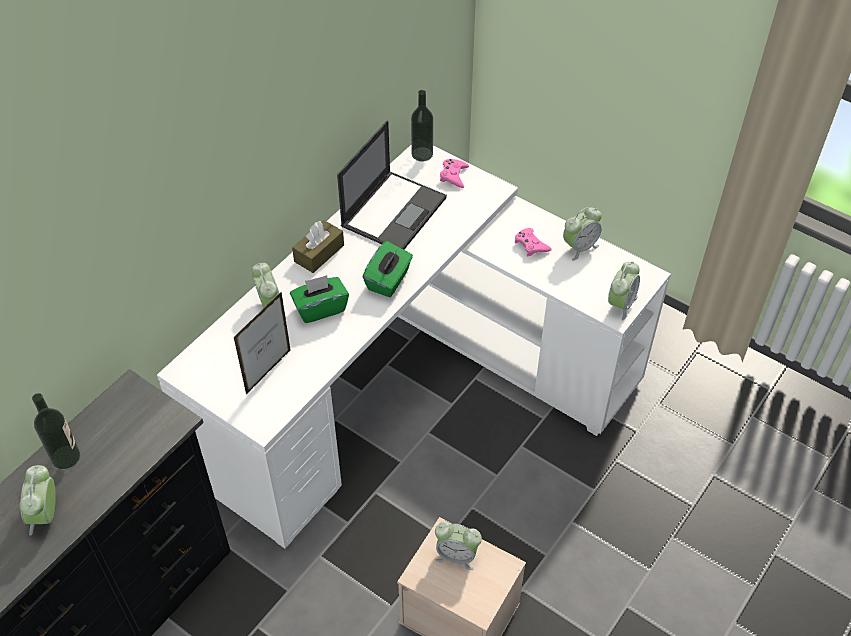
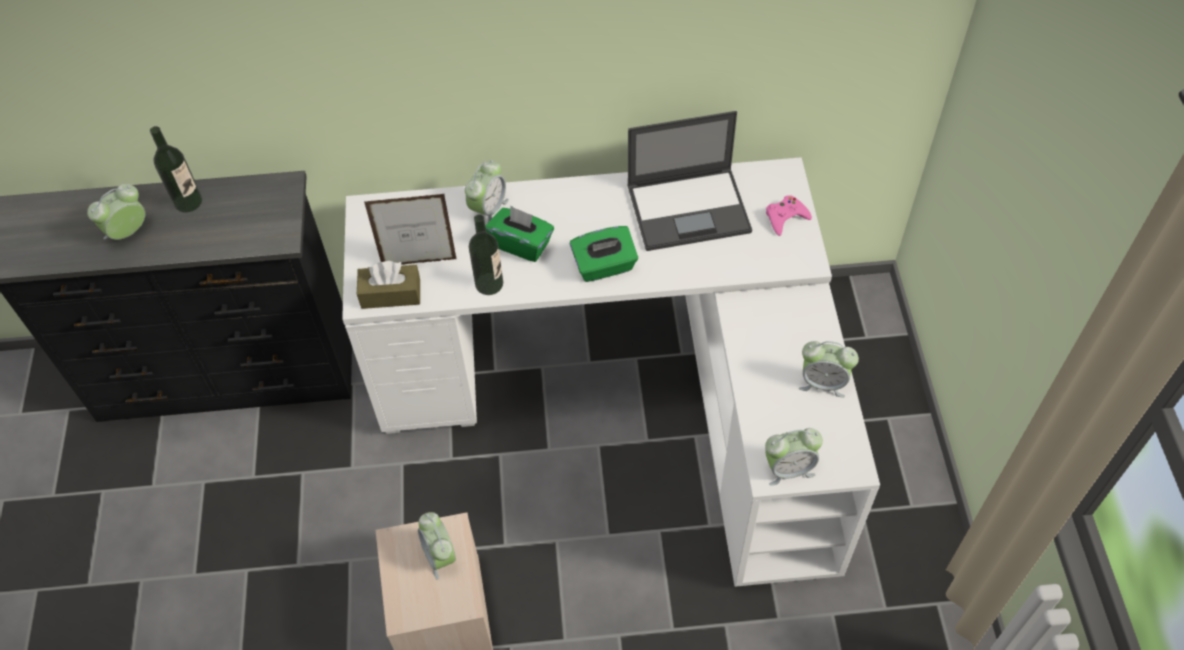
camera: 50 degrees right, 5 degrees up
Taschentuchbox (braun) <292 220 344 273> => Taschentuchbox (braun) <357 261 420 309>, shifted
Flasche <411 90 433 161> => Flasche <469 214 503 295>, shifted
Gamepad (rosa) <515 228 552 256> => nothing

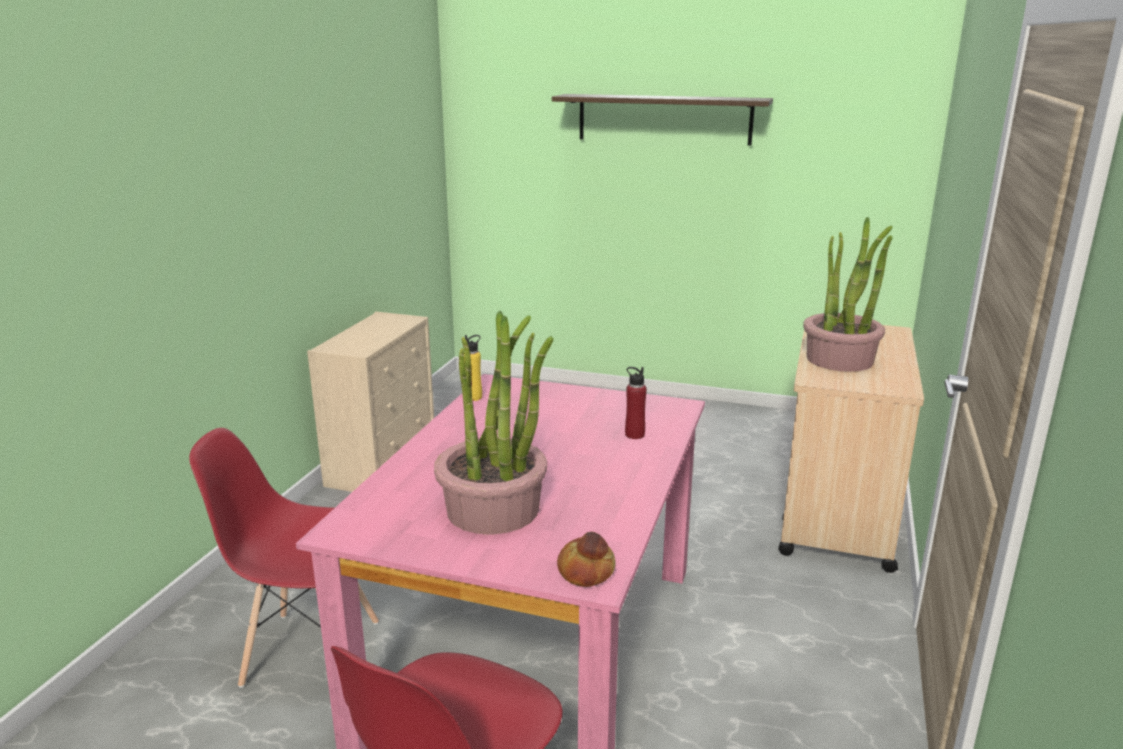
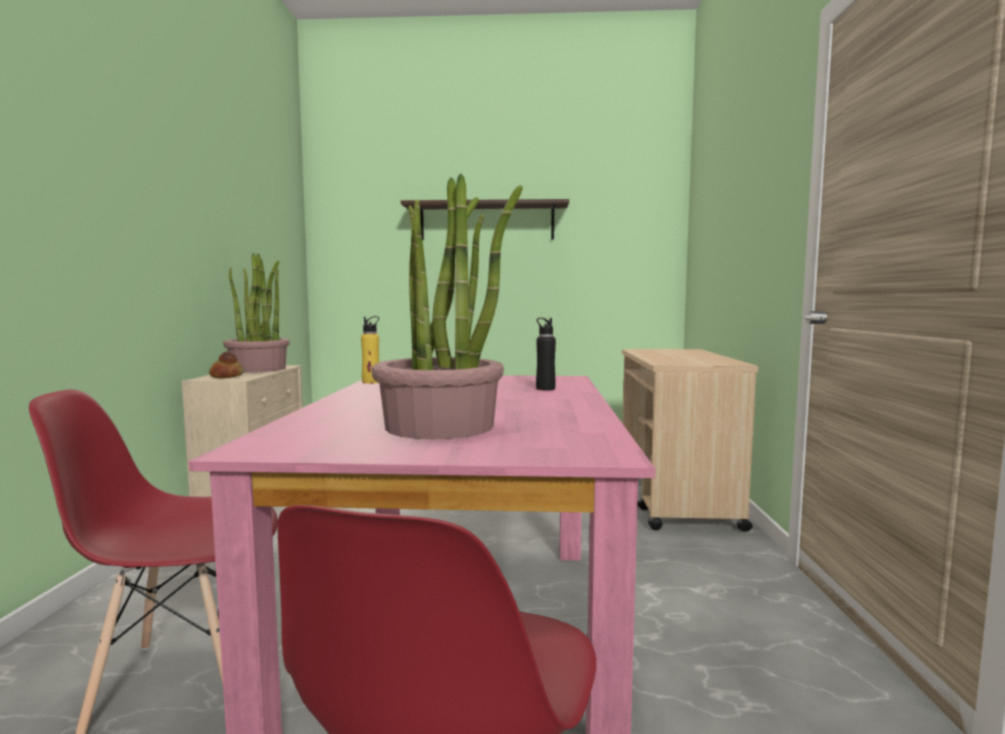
camera: 15 degrees left, 15 degrees down
Brot <557 532 616 587> => Brot <209 352 244 378>, shifted
Topfpflanze <803 217 893 372> => Topfpflanze <223 253 290 373>, shifted
Flasche (rot) <625 367 647 439> => Flasche (schwarz) <536 318 556 391>

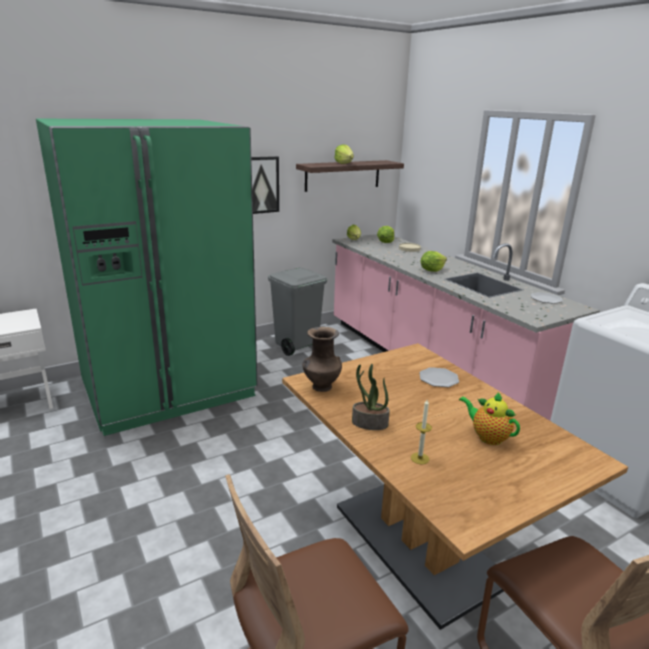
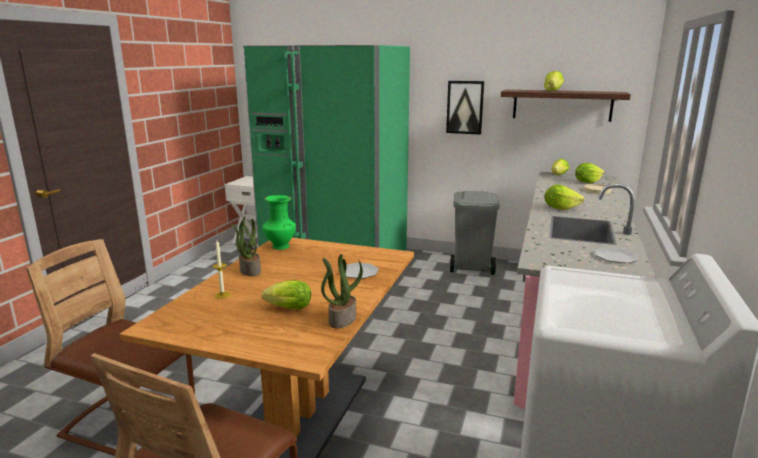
camera: 50 degrees right, 5 degrees down
Vase (braun) <303 327 342 392> => Vase (grün) <262 195 296 250>
Teekanne <459 392 520 445> => Salatkopf <262 280 311 309>
nothing => Topfpflanze <321 254 363 329>

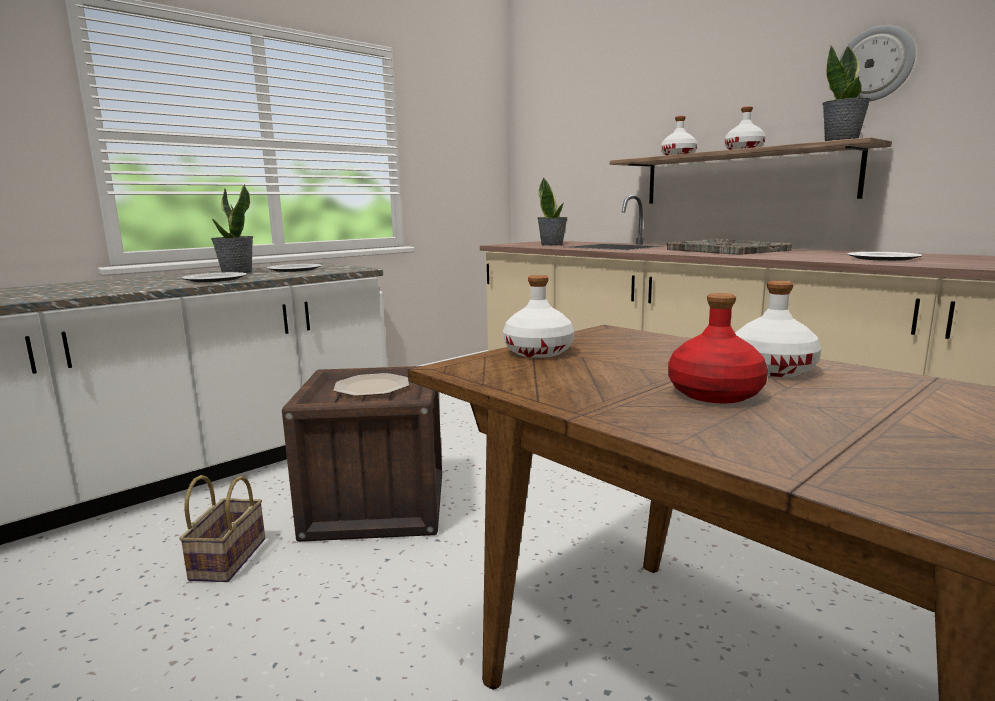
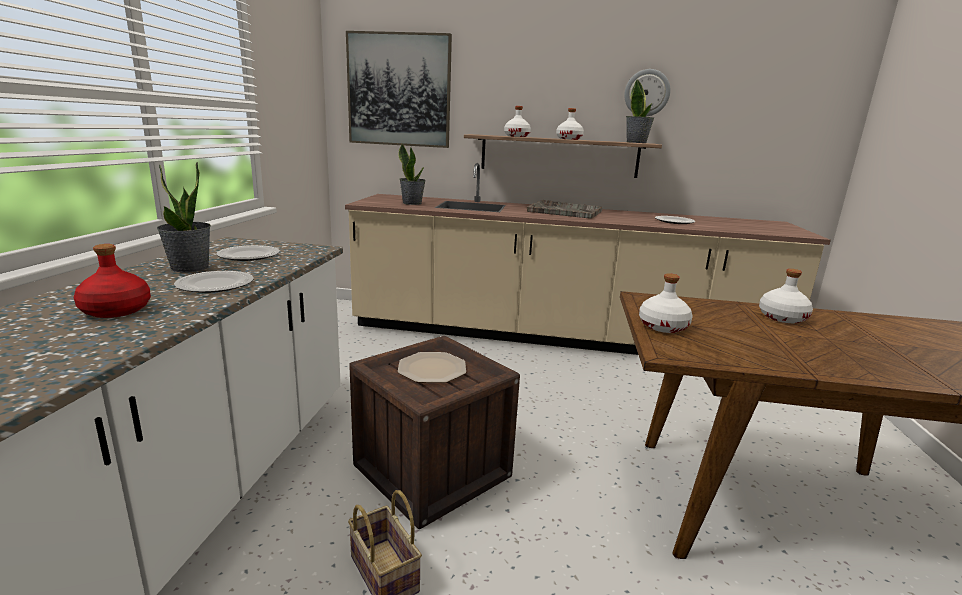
camera: 40 degrees left, 5 degrees up
Flasche (rot) <668 293 768 403> => Flasche (rot) <74 244 151 318>, shifted
nothing => Bild <346 31 452 148>

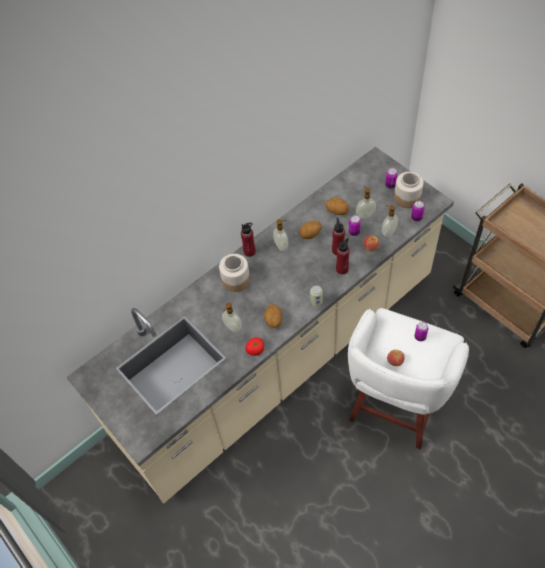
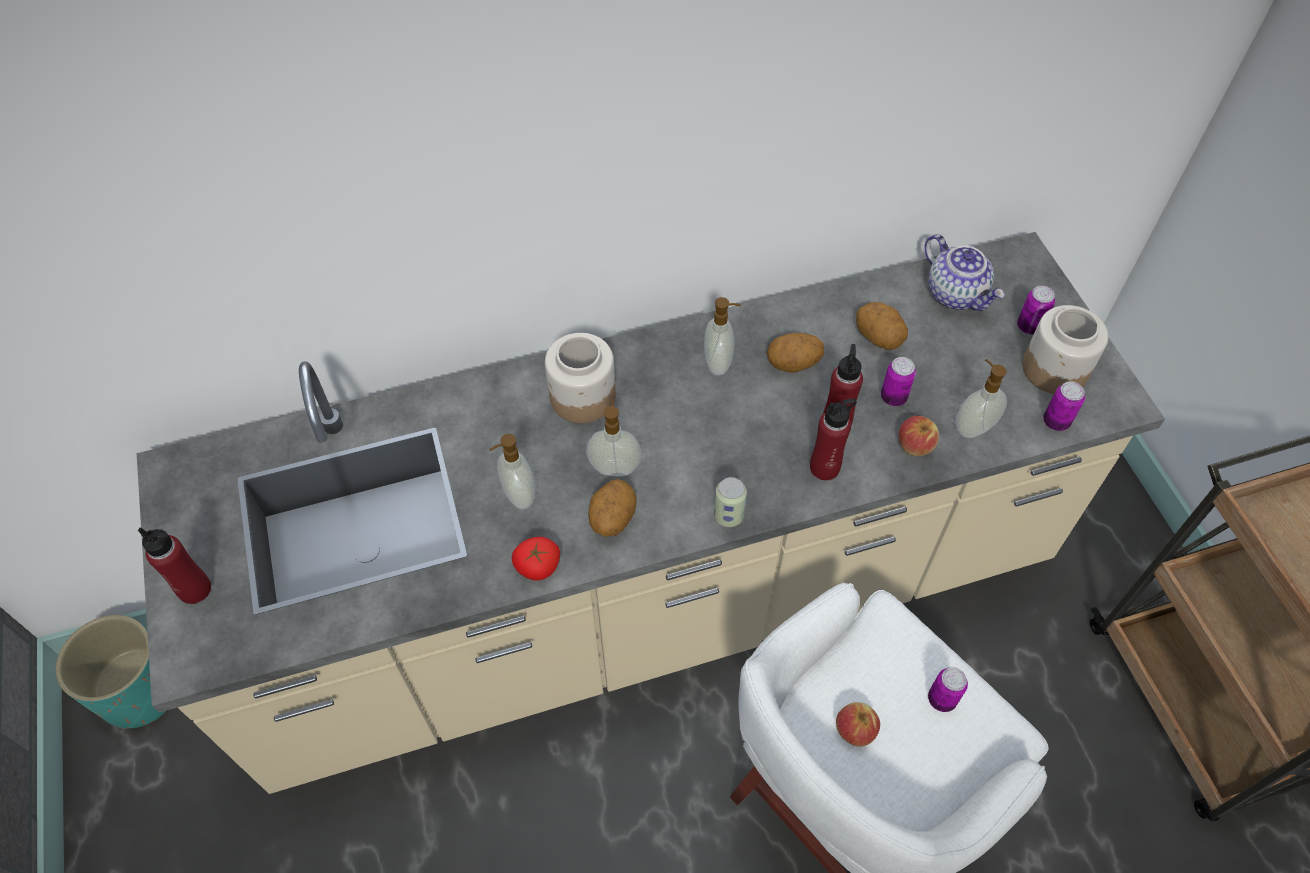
camera: 20 degrees right, 0 degrees up
nothing => Pflanzkübel (türkis) <56 615 166 729>
Flasche (rot) <241 223 256 257> => Flasche (rot) <138 528 211 604>, shifted
Seifenspender <356 186 376 219> => Seifenspender <586 398 642 476>, shifted
nothing => Teekanne <924 234 1005 311>

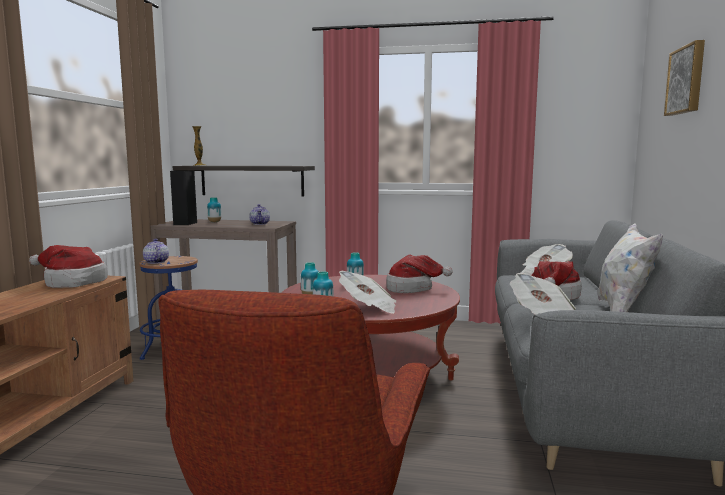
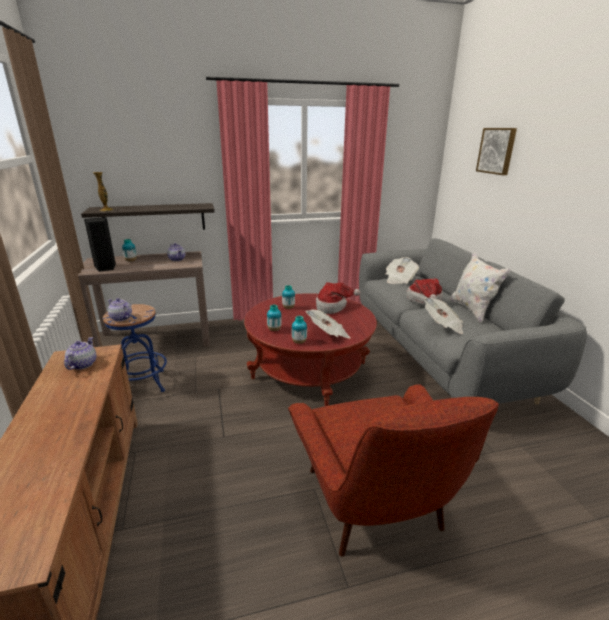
camera: 25 degrees left, 15 degrees up
Hut <29 245 108 288> => Teekanne <64 337 96 370>

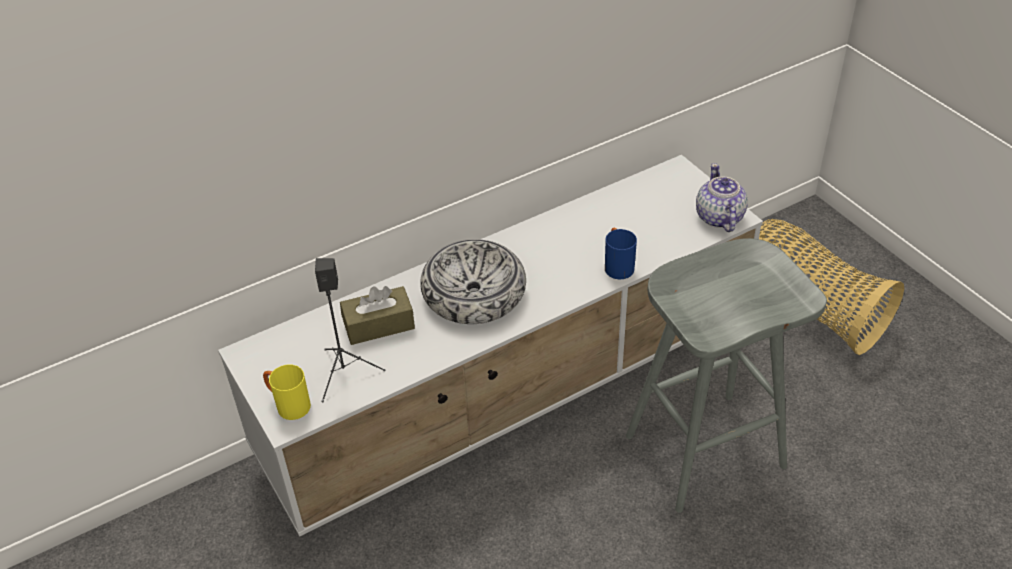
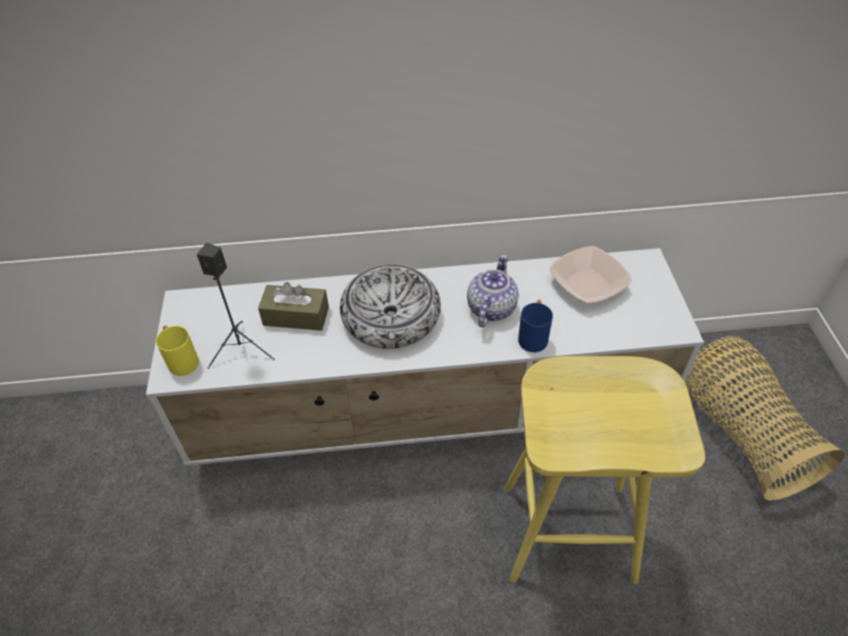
camera: 25 degrees right, 5 degrees up
Teekanne <696 163 748 232> => Teekanne <467 255 519 327>, shifted
Hocker (grau) <626 238 827 513> => Hocker (gelb) <504 356 705 584>
nothing => Schüssel <550 246 632 303>

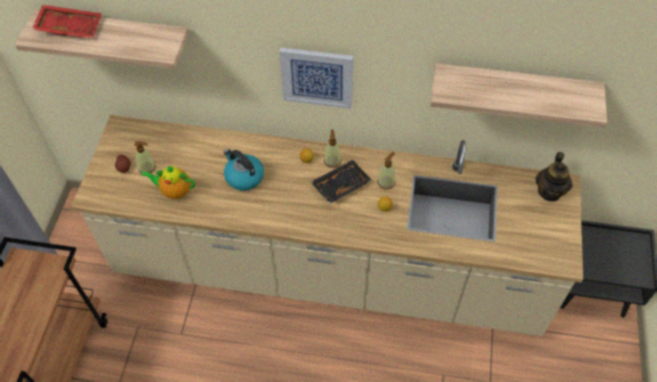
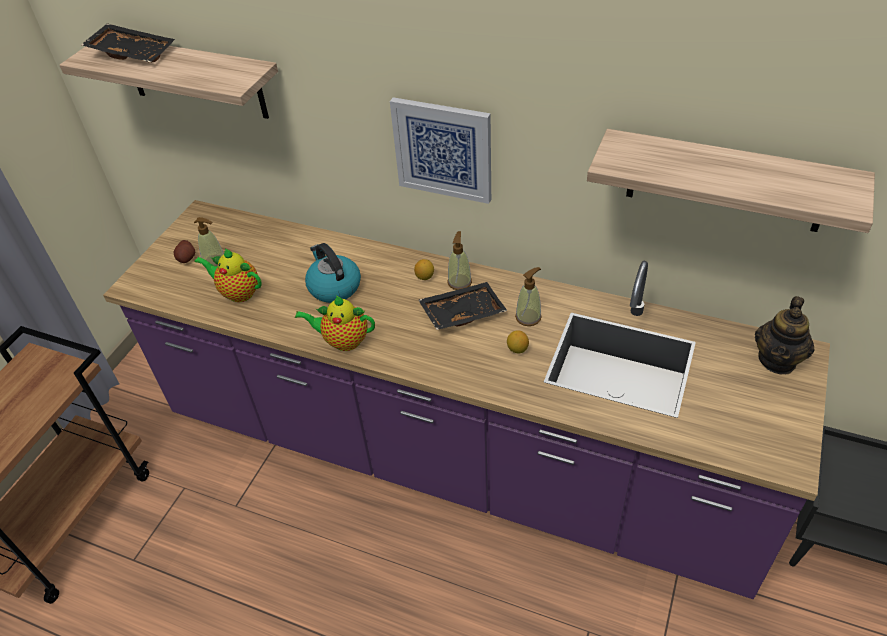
camera: 15 degrees right, 10 degrees down
Tablett (rot) <32 5 102 39> => Tablett (schwarz) <81 23 175 63>
Küchenzeile (beige) <71 115 583 336> => Küchenzeile (lila) <103 200 830 599>
nothing => Teekanne <295 296 375 351>

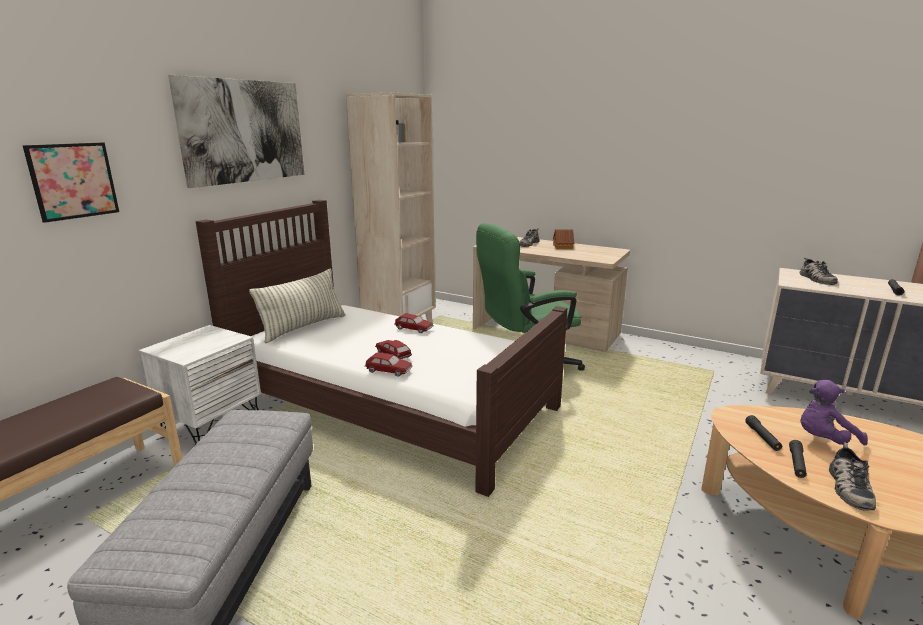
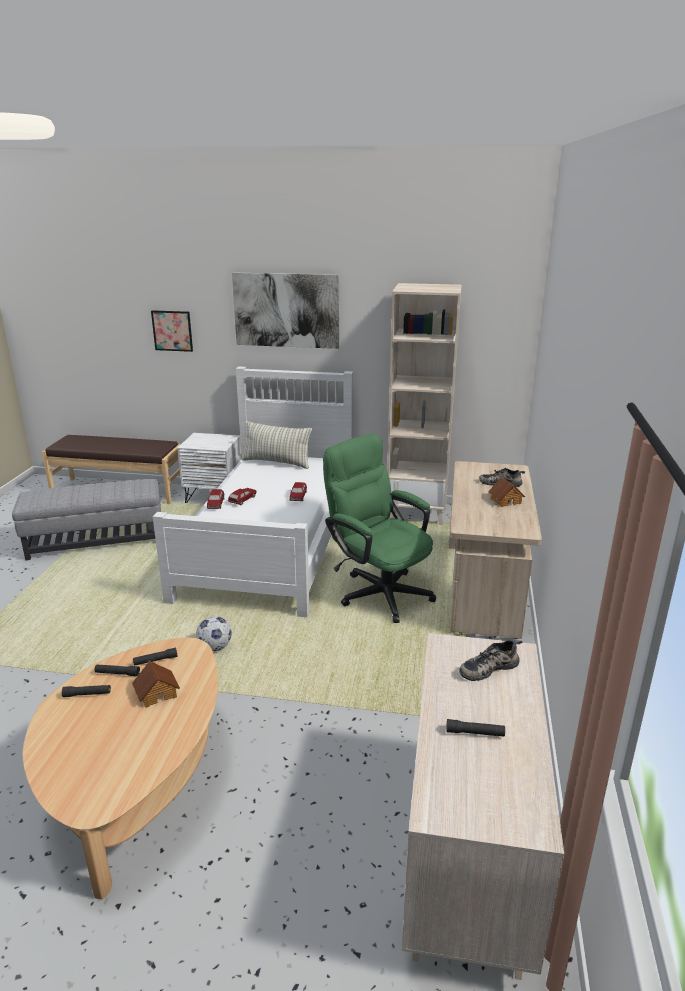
camera: 70 degrees right, 5 degrees up
Schuh <829 442 876 511> => Taschenlampe (schwarz) <62 685 111 697>
Plüschtier (lila) <800 380 868 445> => Spielzeughaus <132 661 180 708>
Bett (braun) <196 200 567 497> => Bett (weiß) <153 366 353 617>
nothing => Fußball <196 616 232 651>

